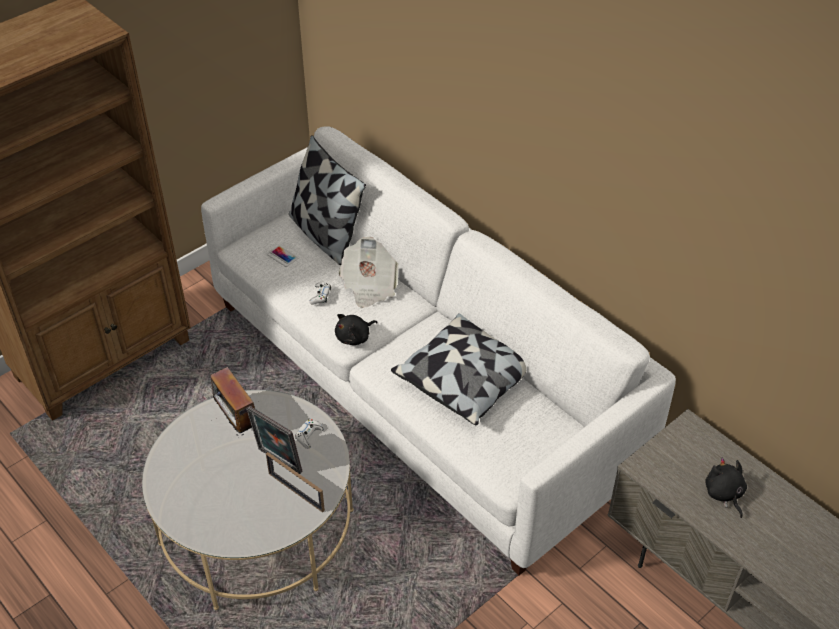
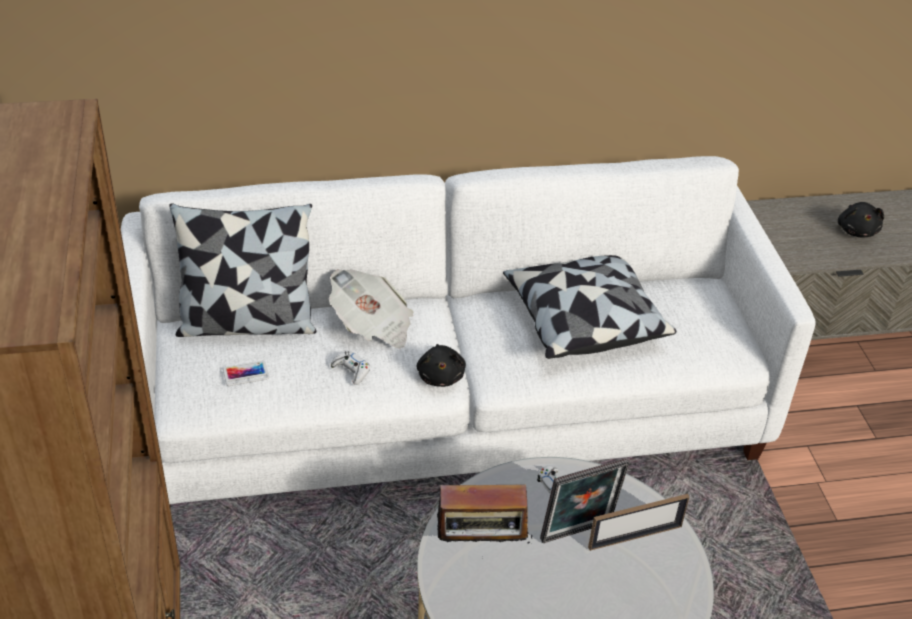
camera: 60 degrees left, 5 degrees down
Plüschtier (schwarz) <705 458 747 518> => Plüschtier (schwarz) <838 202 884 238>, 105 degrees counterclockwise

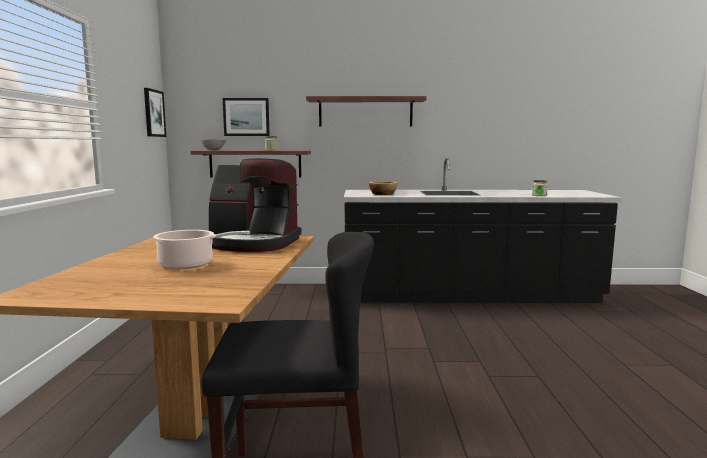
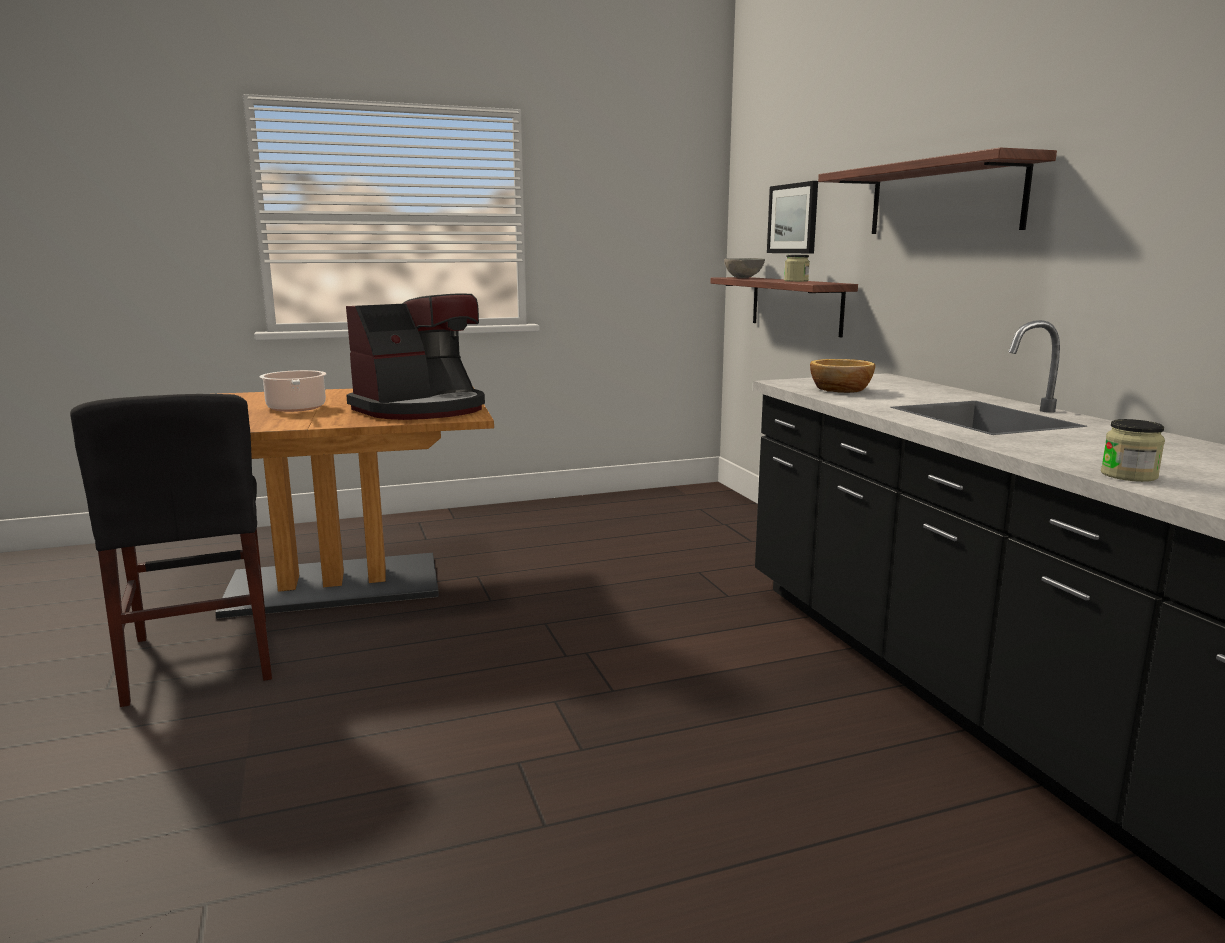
camera: 70 degrees right, 5 degrees up
Kaffeemaschine <209 158 302 252> => Kaffeemaschine <346 293 485 420>, 120 degrees counterclockwise
Bild <144 88 166 137> => nothing

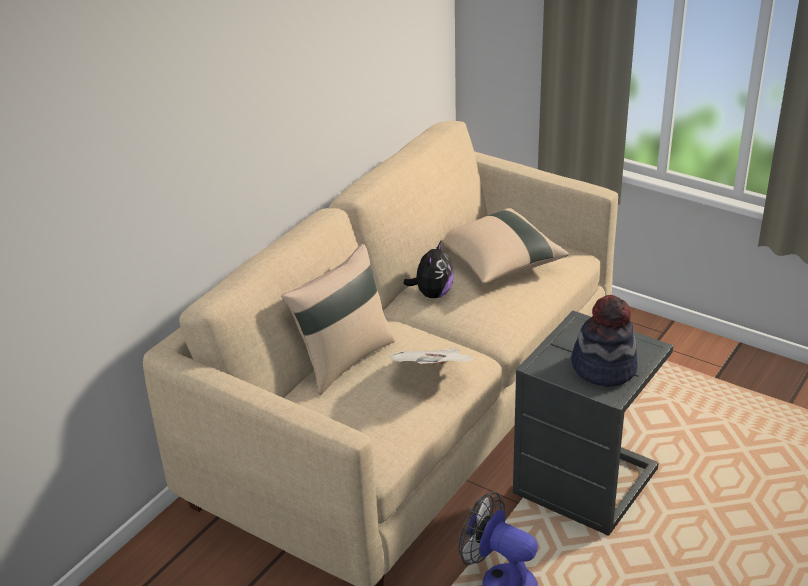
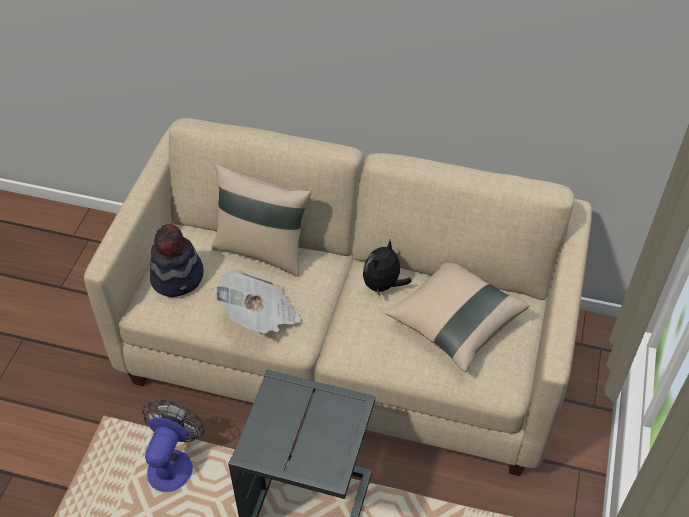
camera: 70 degrees right, 15 degrees up
Hut <571 295 638 387> => Hut <150 224 204 297>, shifted
Plüschtier <403 241 454 298> => Plüschtier <363 240 412 297>, 120 degrees clockwise

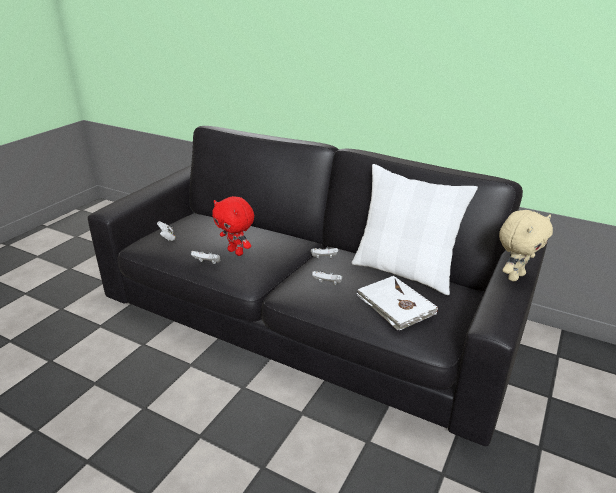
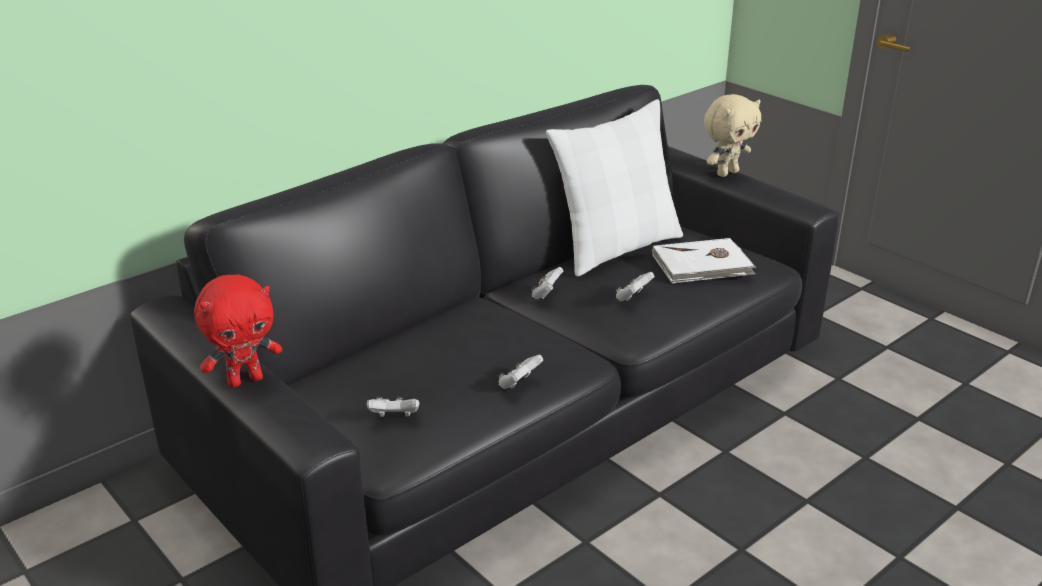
camera: 70 degrees left, 0 degrees up
Plüschtier (rot) <212 196 254 256> => Plüschtier (rot) <194 275 282 388>, shifted
Plüschtier (beige) <499 210 553 281> => Plüschtier (beige) <704 94 761 177>, 75 degrees clockwise

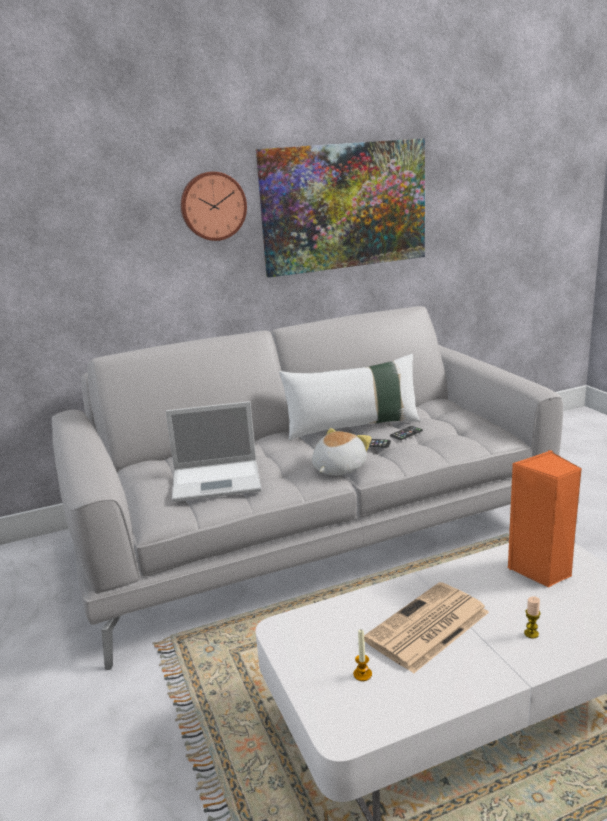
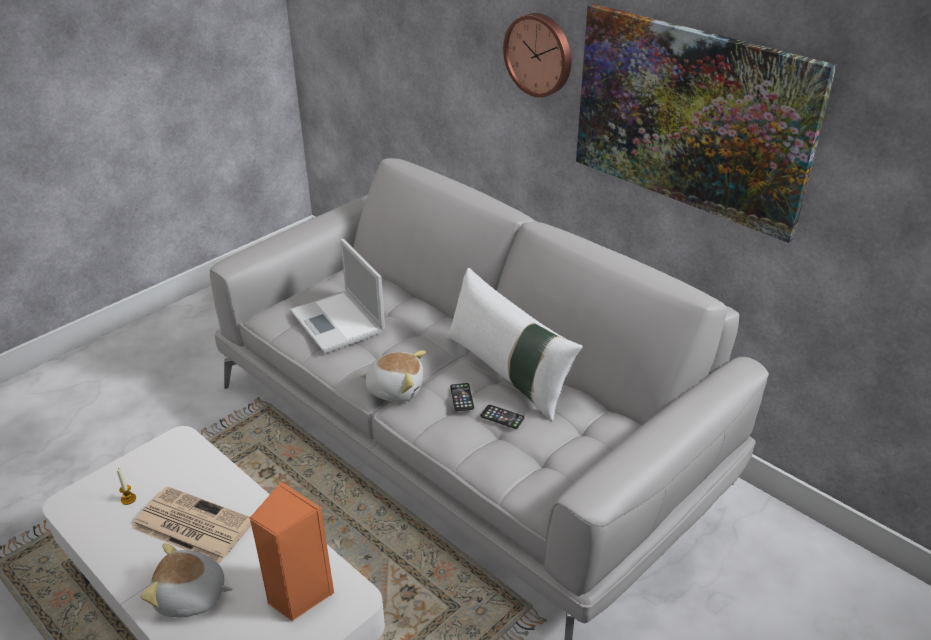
camera: 65 degrees right, 15 degrees up
Kerze <524 596 541 639> => Plüschtier <140 543 232 618>

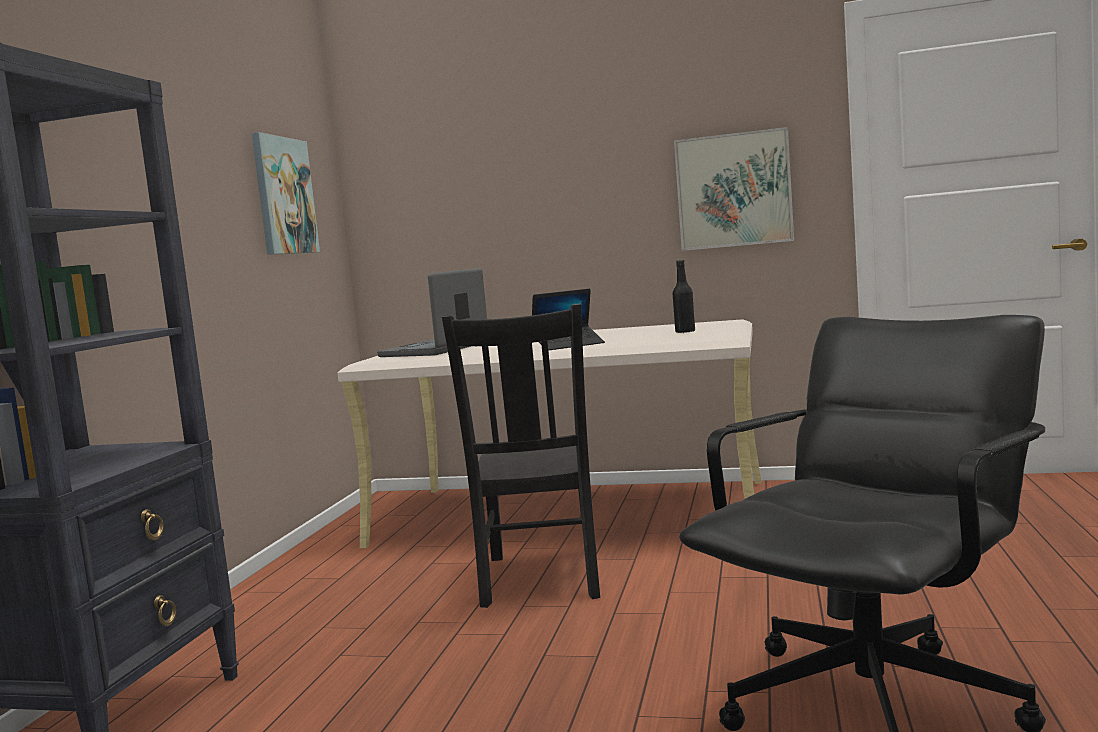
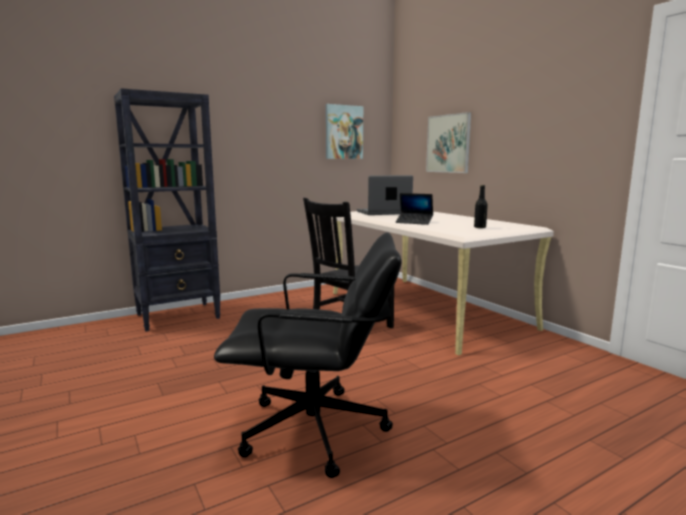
camera: 45 degrees right, 5 degrees up
Bild <674 127 794 251> => Bild <426 112 471 173>, shifted

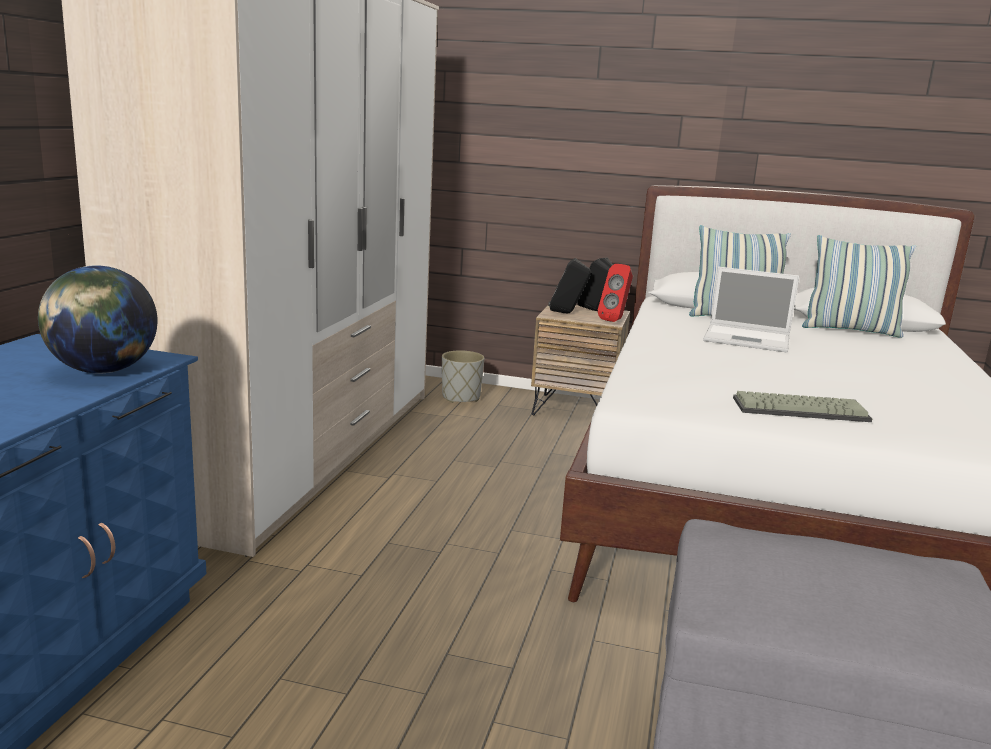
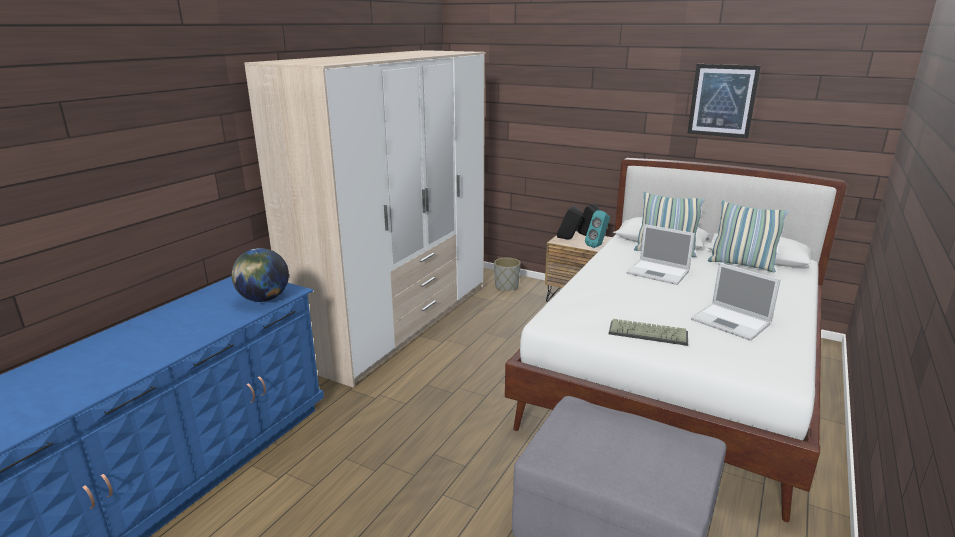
camera: 15 degrees right, 5 degrees up
Lautsprecher (rot) <598 264 633 322> => Lautsprecher (türkis) <585 210 610 248>
nothing => Bild <688 64 761 138>
nothing => Laptop <691 263 781 341>

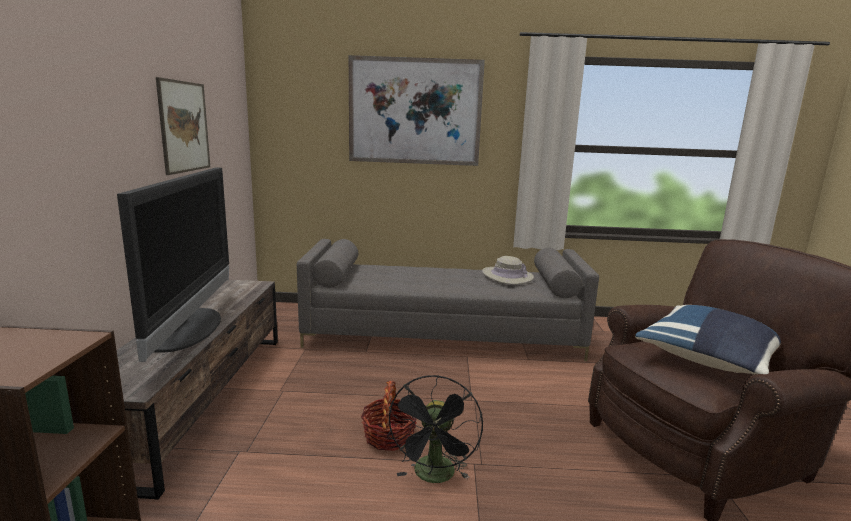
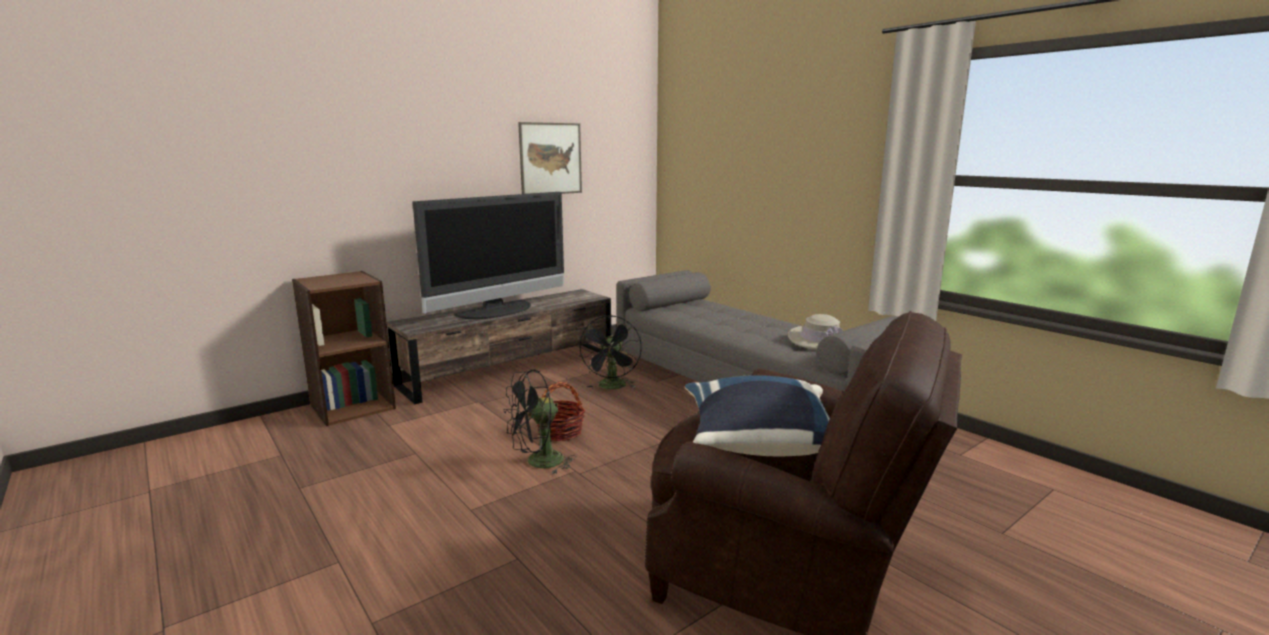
camera: 50 degrees right, 0 degrees up
nothing => Ventilator (schwarz) <579 315 642 389>
Bild <349 55 485 166> => nothing

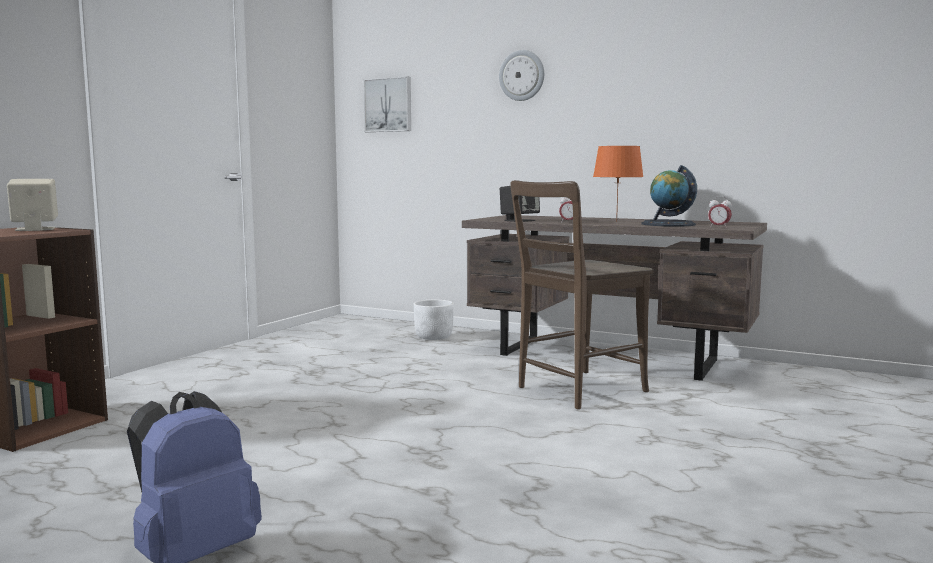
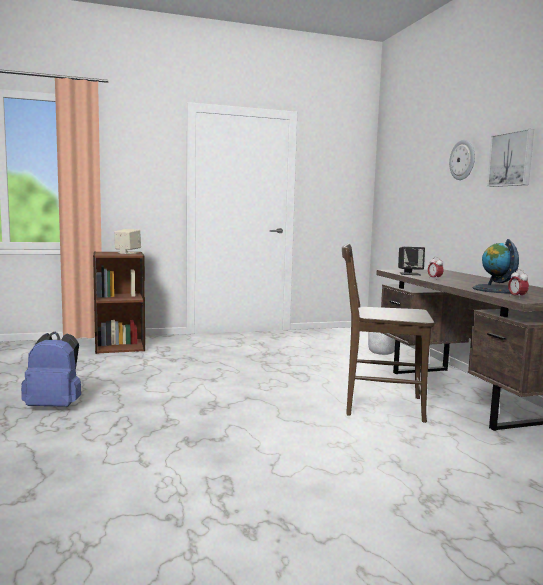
camera: 45 degrees right, 0 degrees up
Bild <363 76 411 132> => Bild <487 129 534 187>, shifted
Tischlampe (orange) <593 146 643 222> => nothing

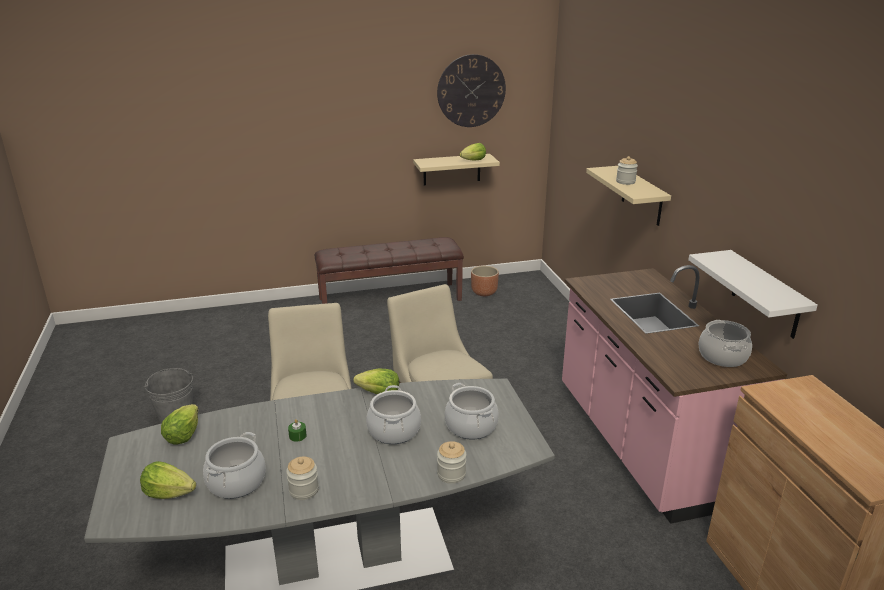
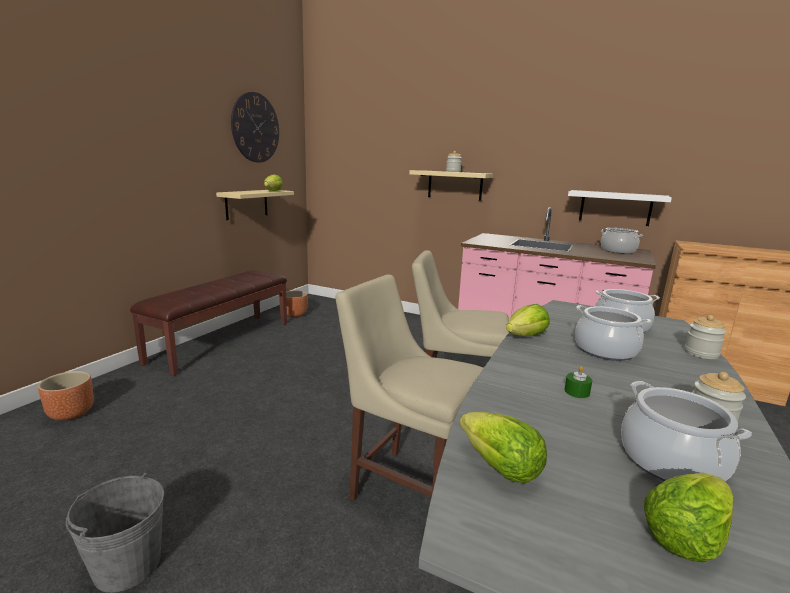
camera: 50 degrees left, 10 degrees down
nothing => Pflanzkübel (braun) <38 371 94 421>

